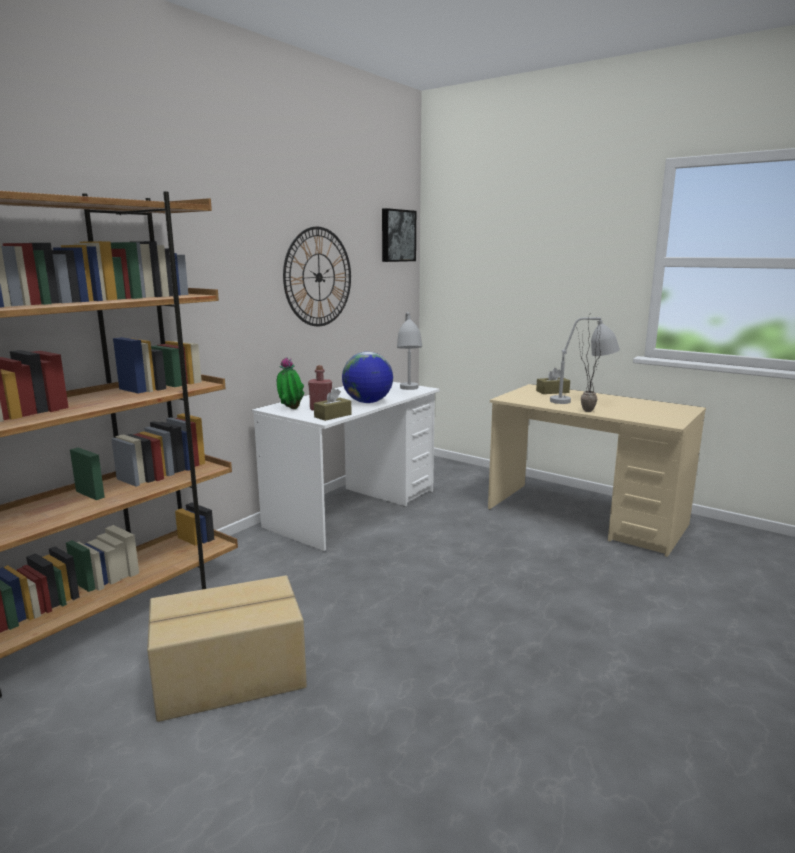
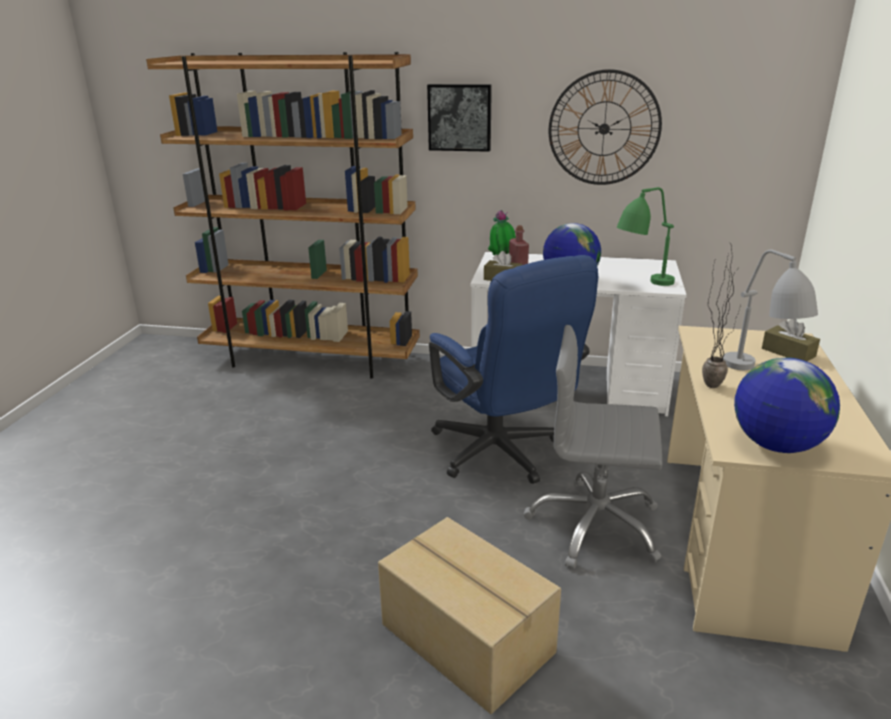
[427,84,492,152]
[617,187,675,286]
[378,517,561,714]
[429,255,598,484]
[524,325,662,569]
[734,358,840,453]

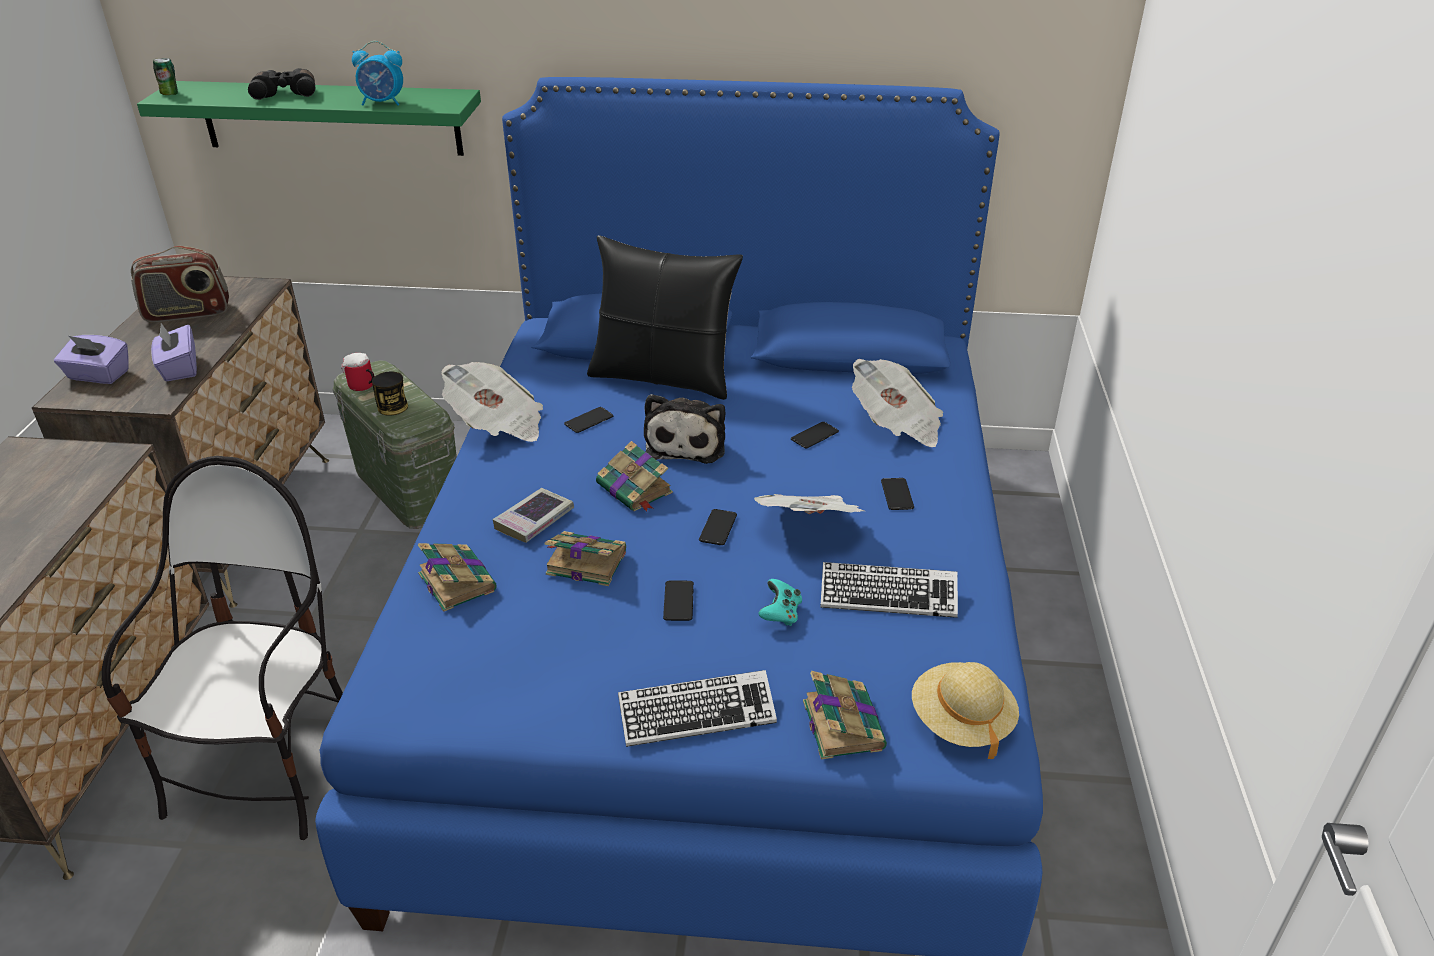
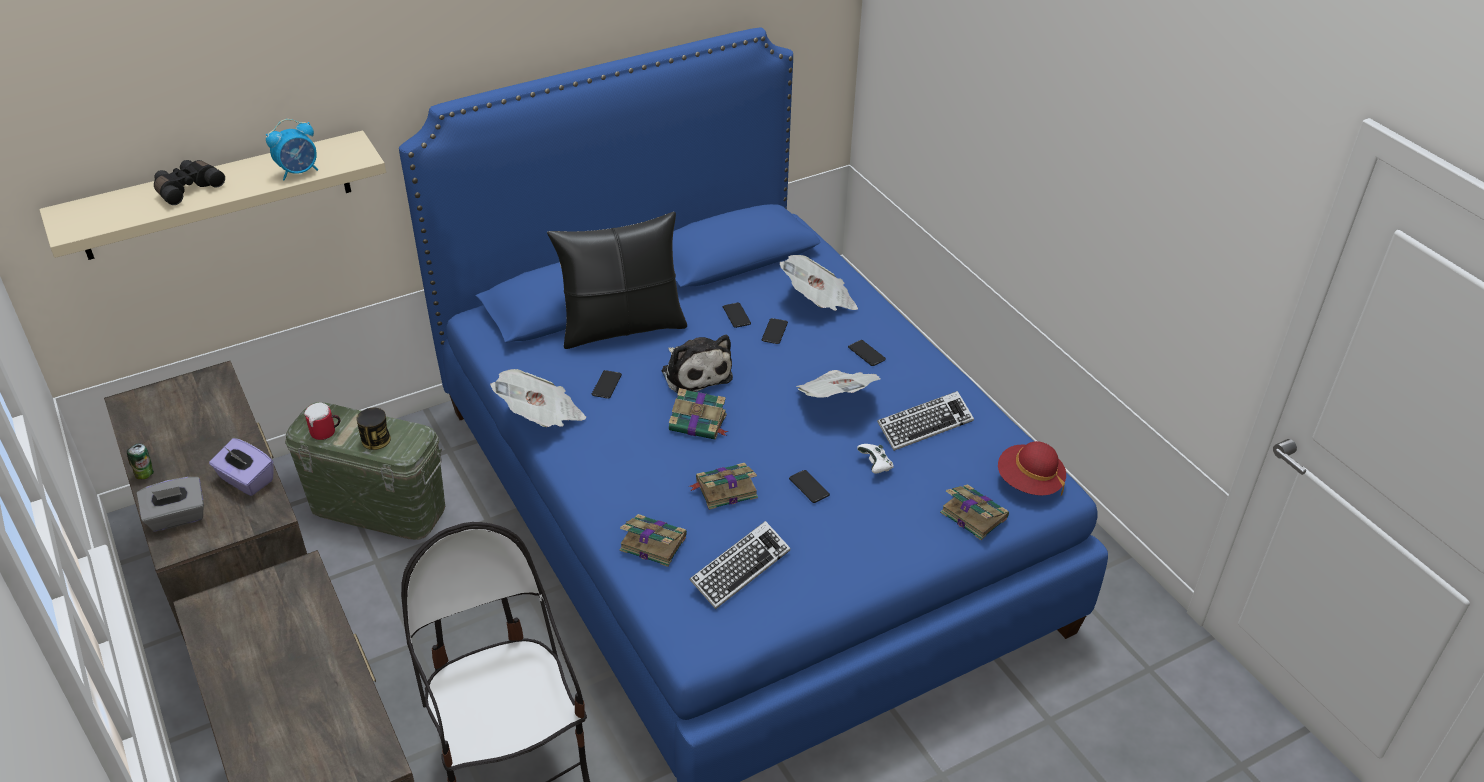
[127,443,154,479]
[39,130,386,260]
[131,246,229,322] (first image)
[137,477,204,532]
[492,488,574,543] (first image)
[723,303,751,328]
[857,444,894,473]
[998,441,1066,496]
[689,521,790,609]

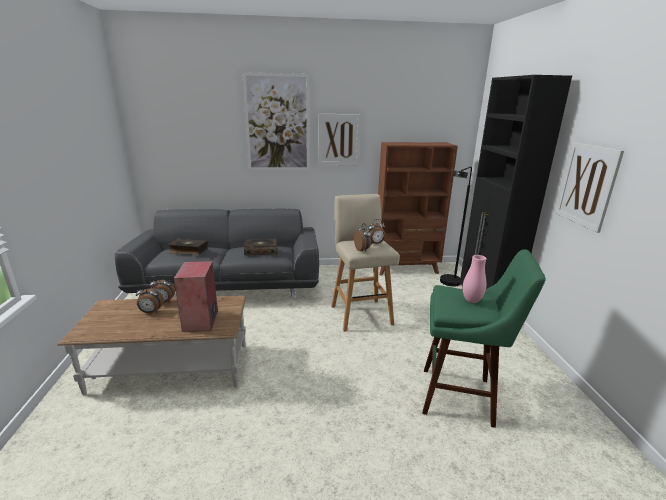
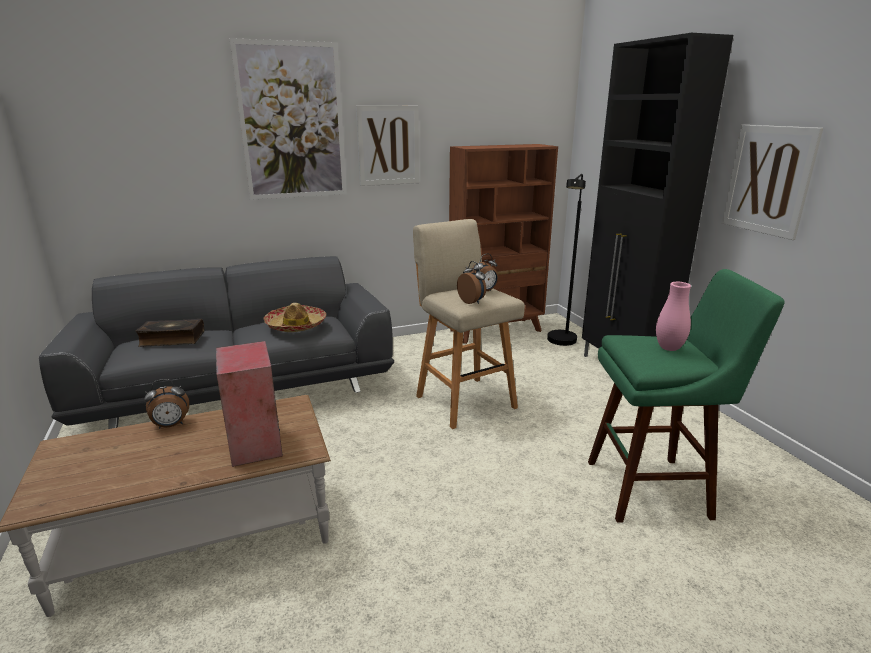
[263,303,326,332]
[136,284,164,313] (first image)

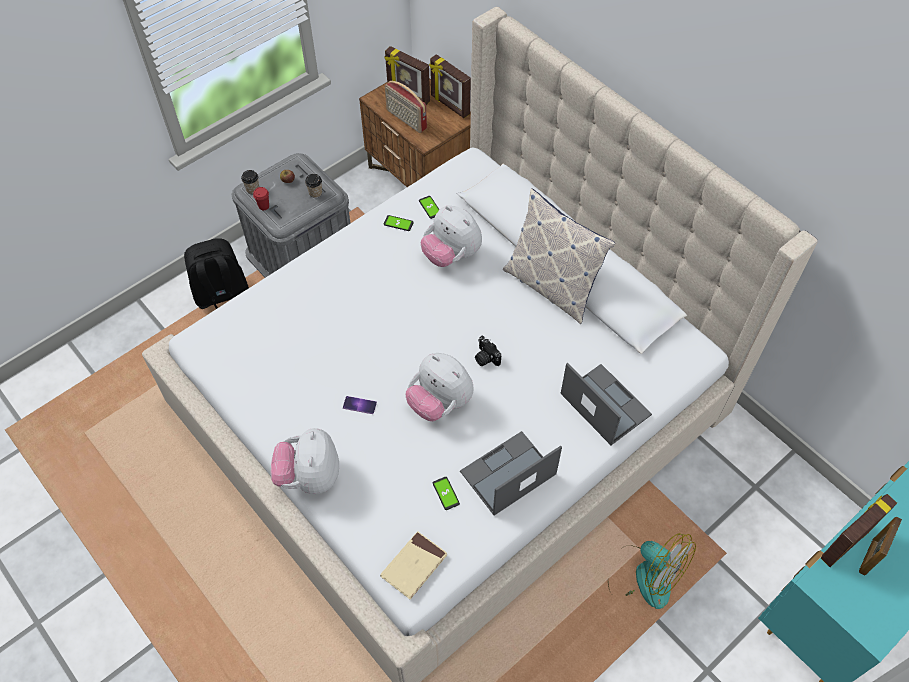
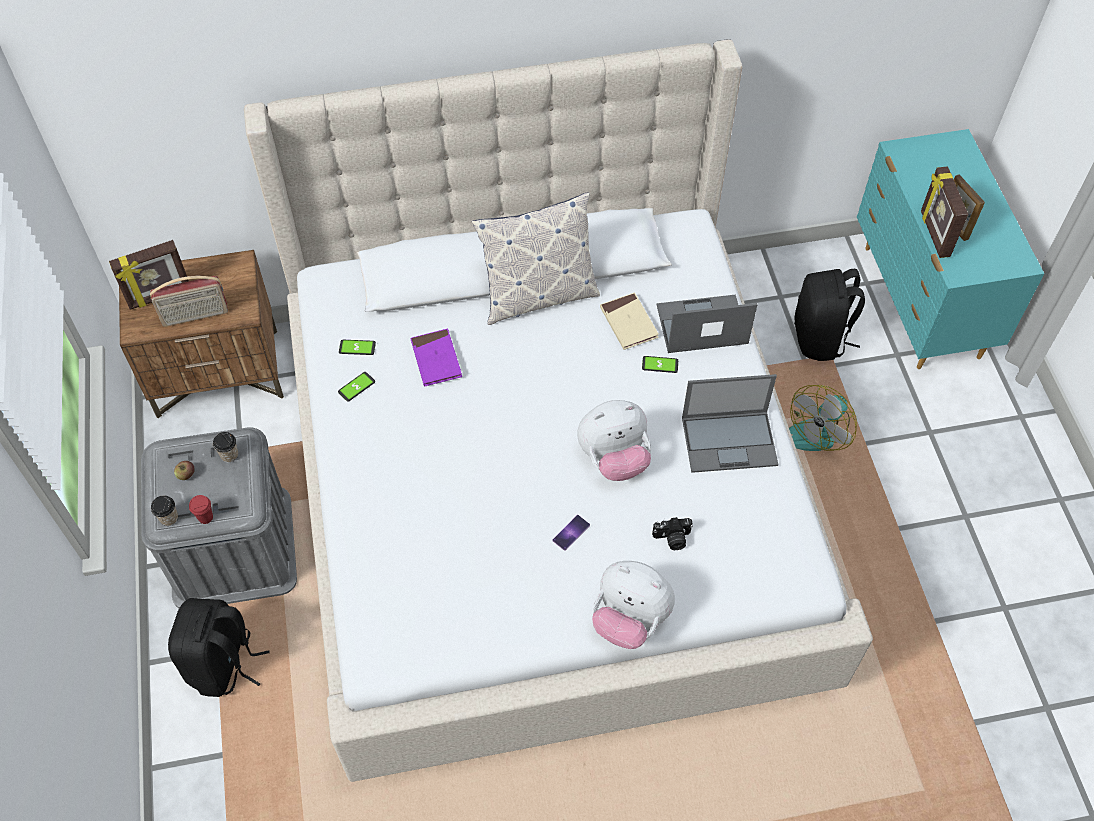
[429,54,471,118] (first image)
[411,328,462,386]
[652,517,693,550]
[682,374,778,473]
[642,356,678,373]
[600,293,659,350]
[789,385,857,451]
[794,269,865,361]

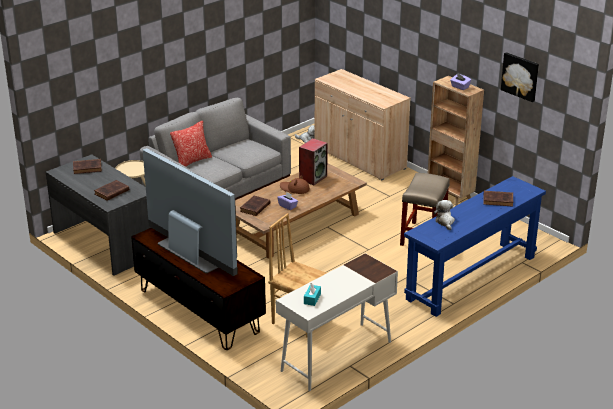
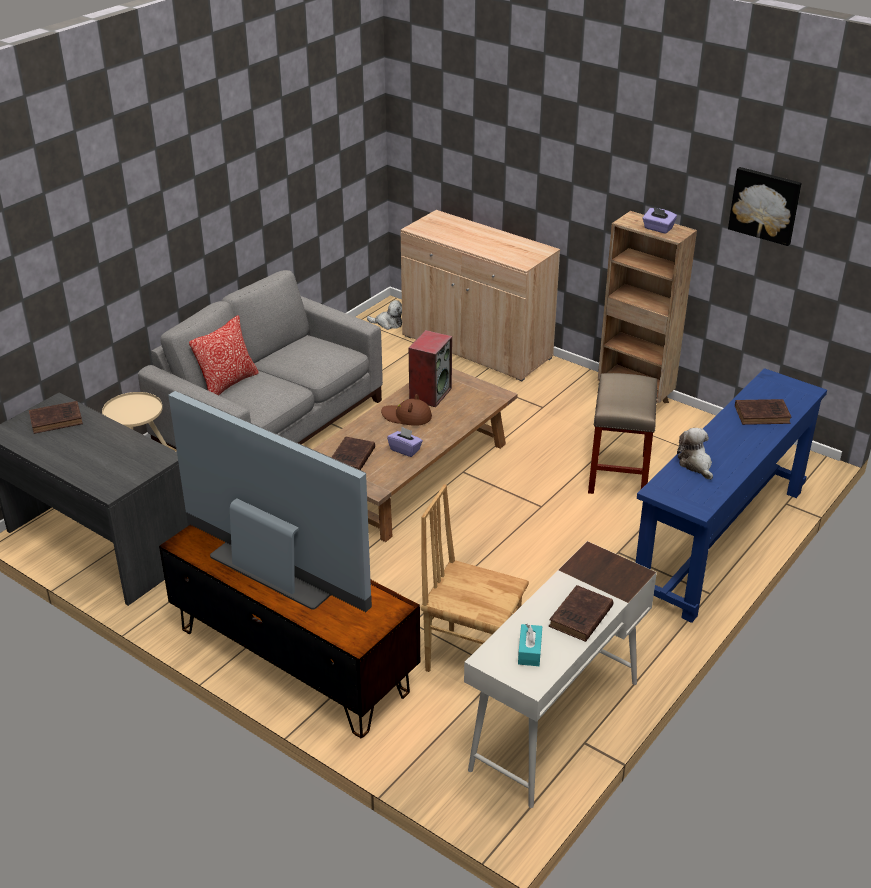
[549,585,613,642]

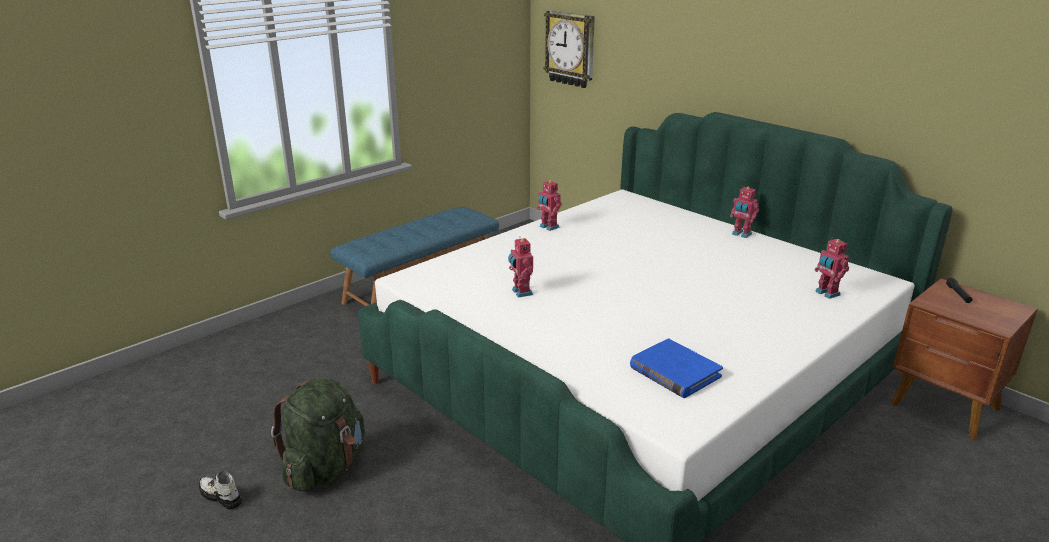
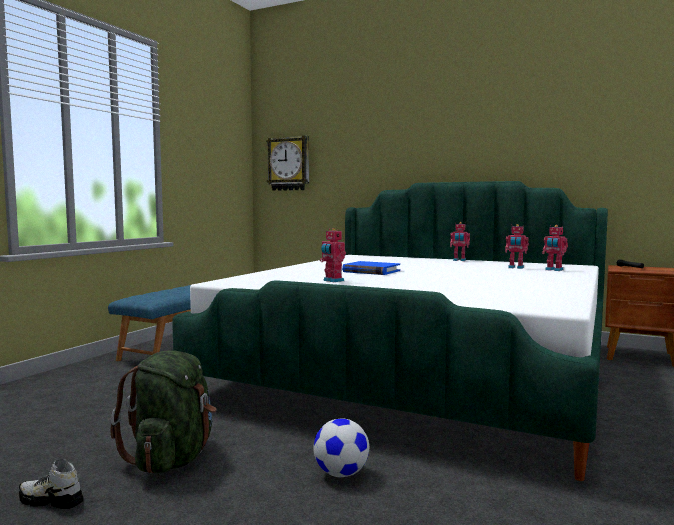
[505,224,529,269]
[342,261,400,275]
[313,418,369,477]

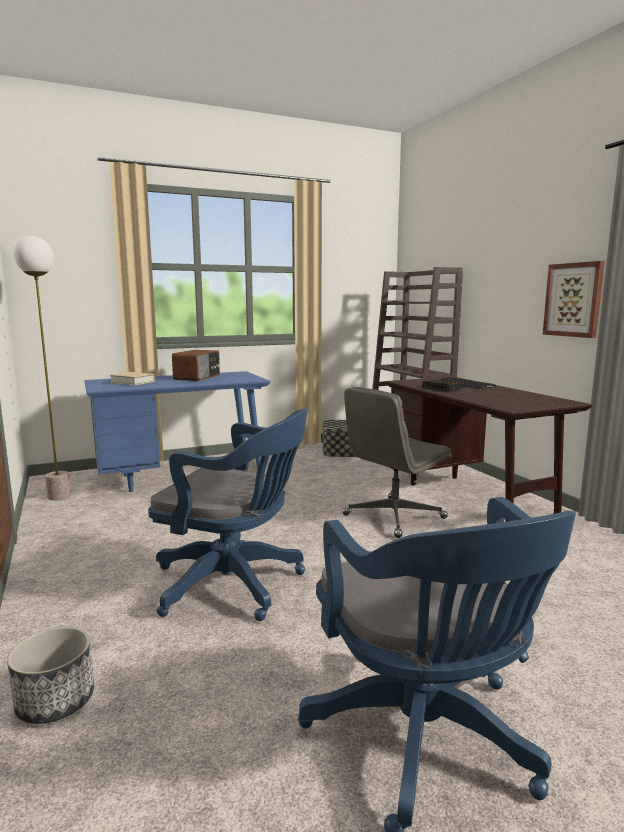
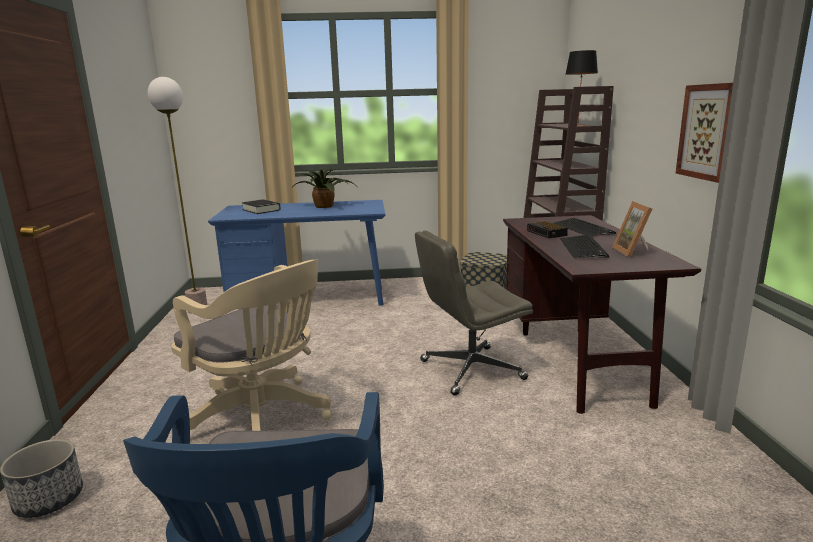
[295,169,355,208]
[242,199,281,214]
[171,260,331,431]
[566,50,598,126]
[613,201,652,257]
[560,235,609,258]

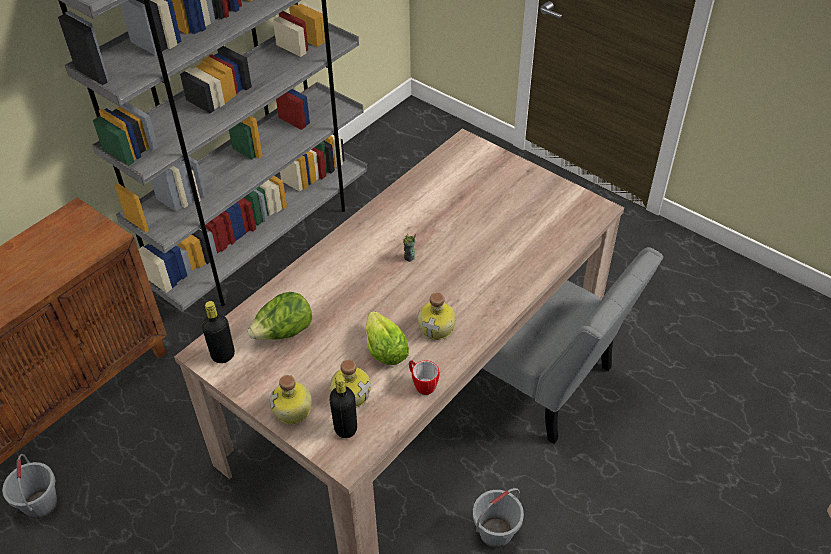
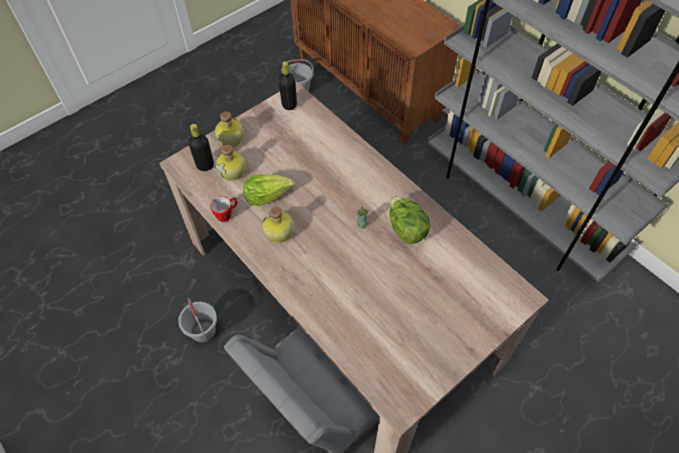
[389,196,430,244]

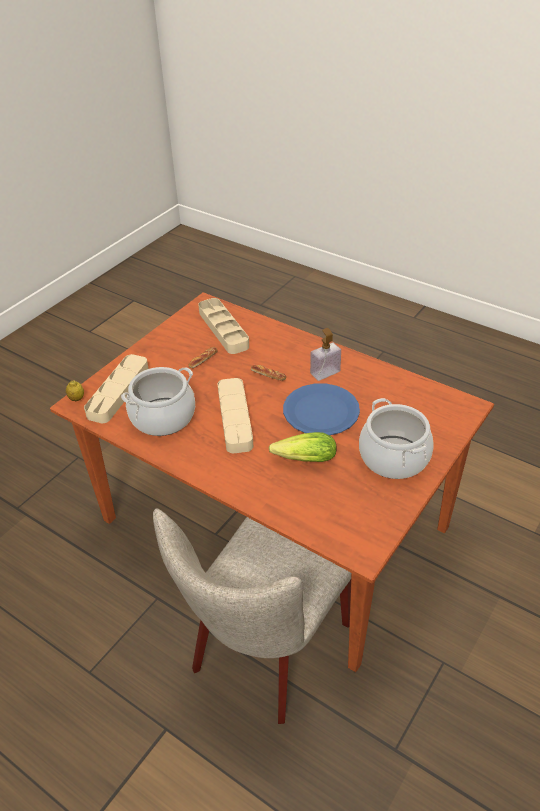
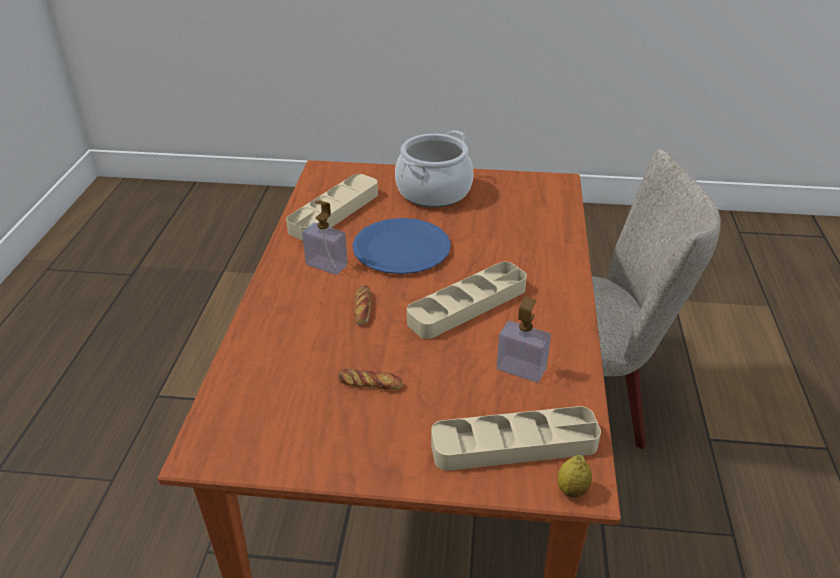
[286,174,378,241]
[497,297,551,383]
[269,432,336,462] (first image)

